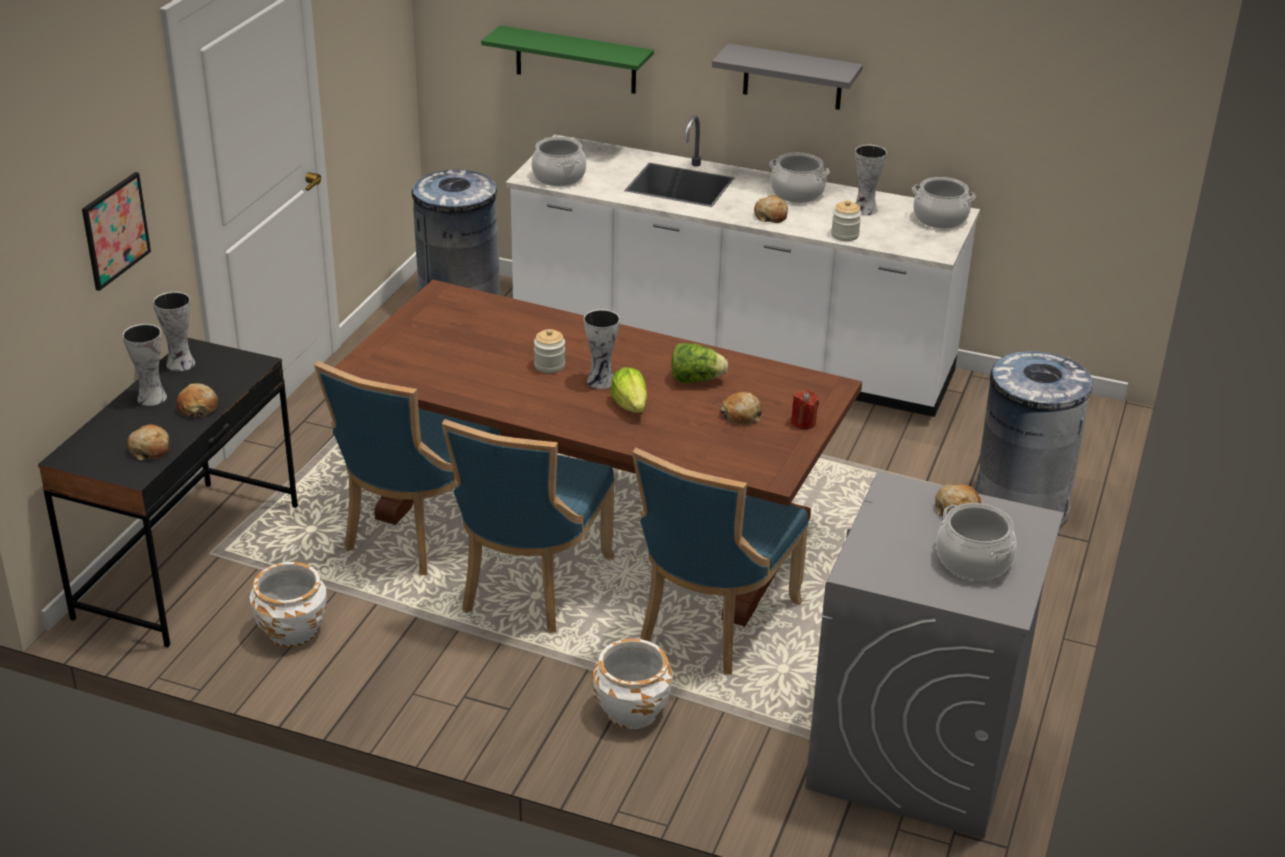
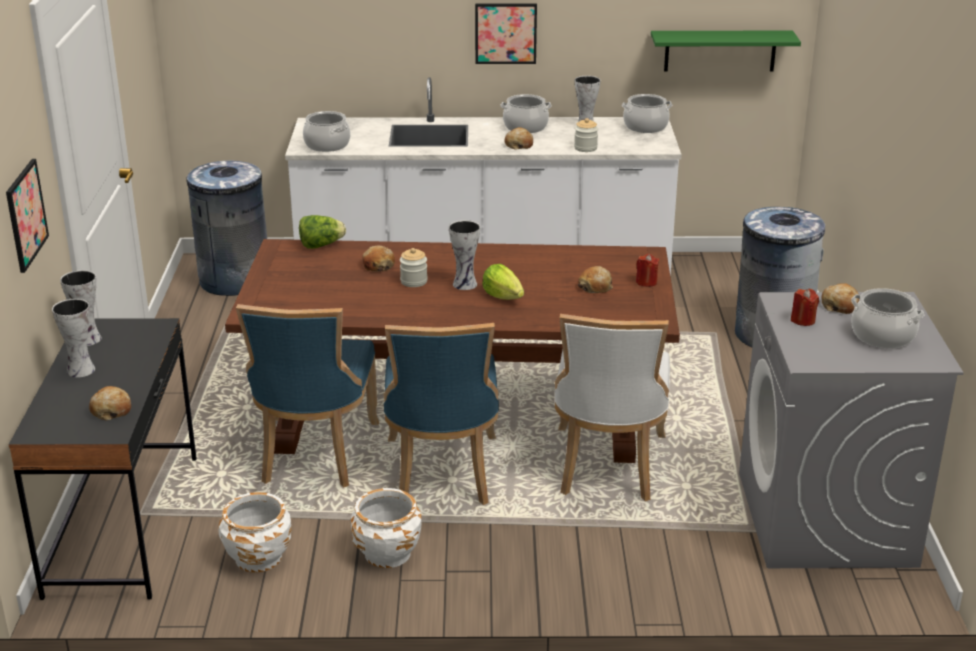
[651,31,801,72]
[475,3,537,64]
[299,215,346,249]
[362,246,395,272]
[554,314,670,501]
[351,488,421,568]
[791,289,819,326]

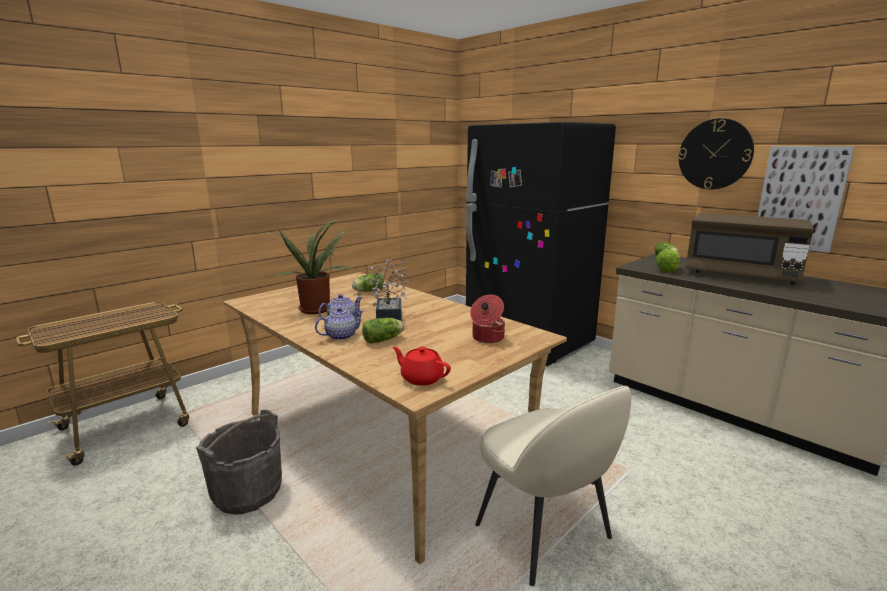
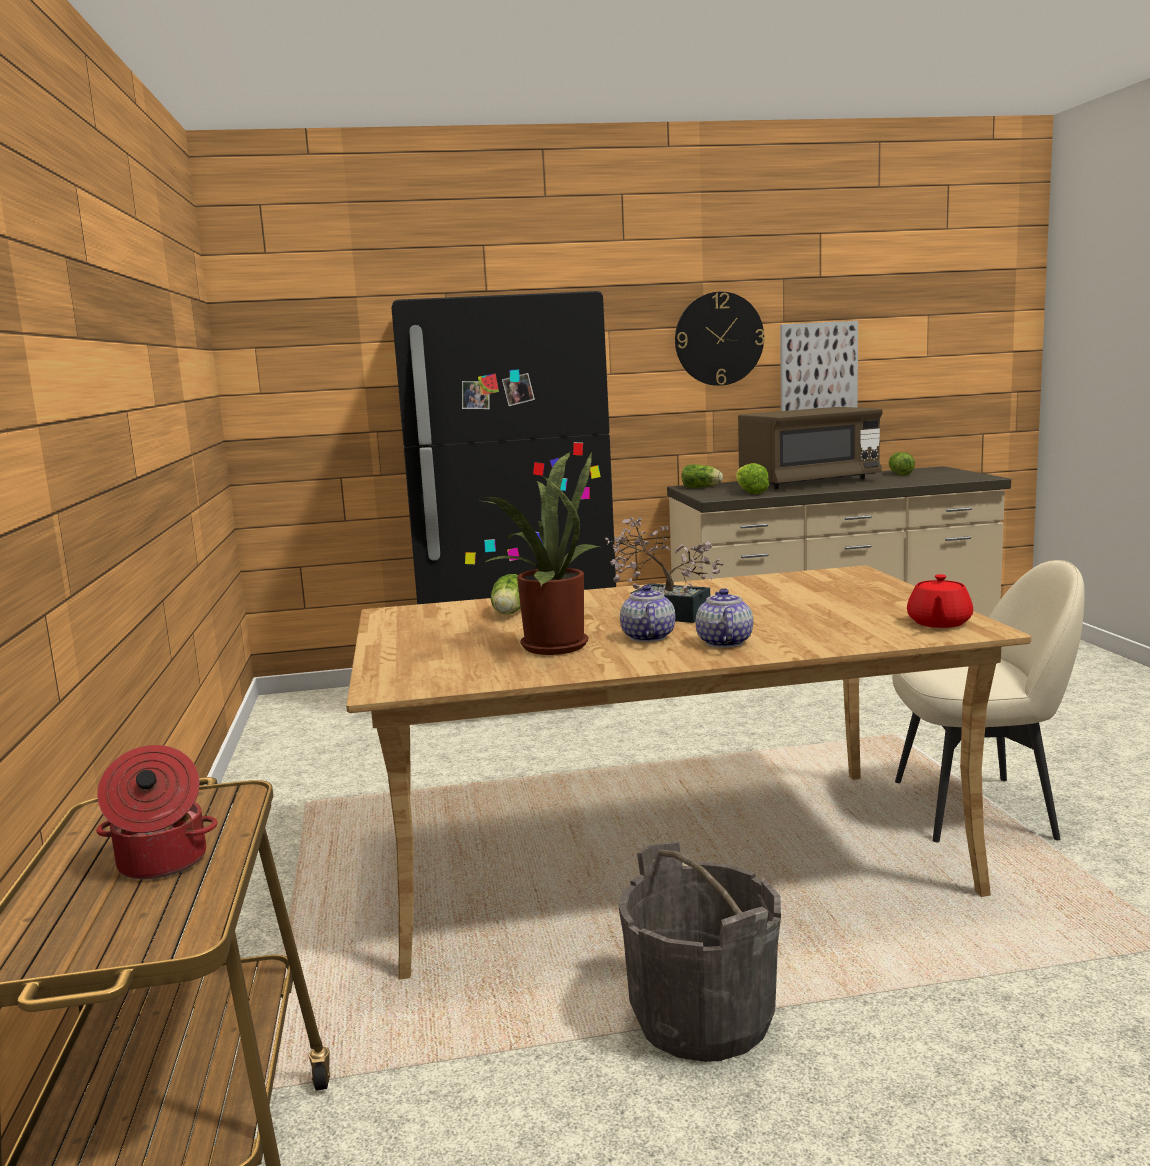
[96,745,218,880]
[889,452,915,476]
[907,574,973,628]

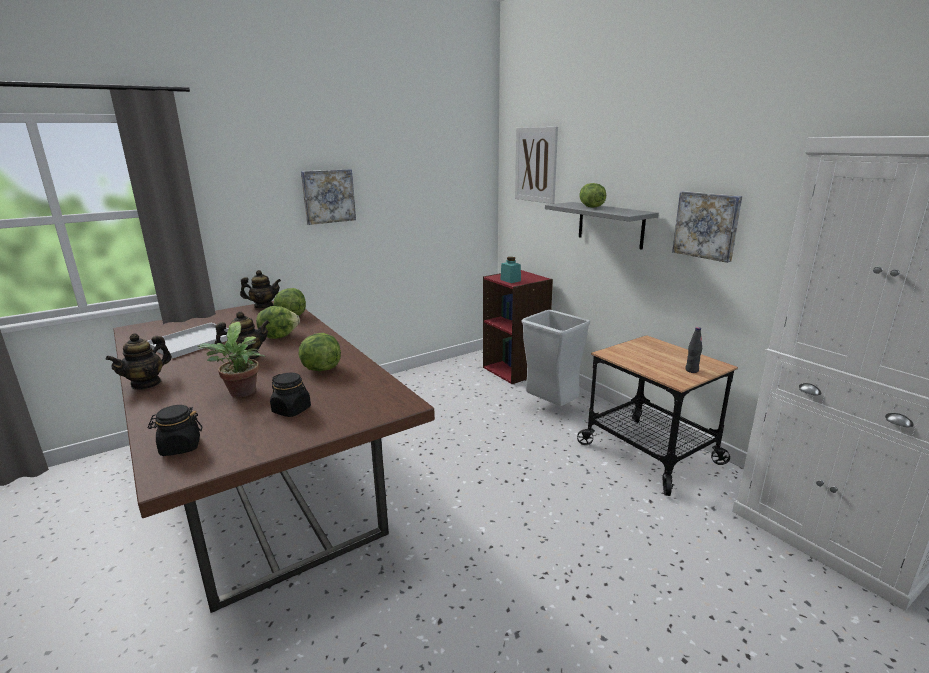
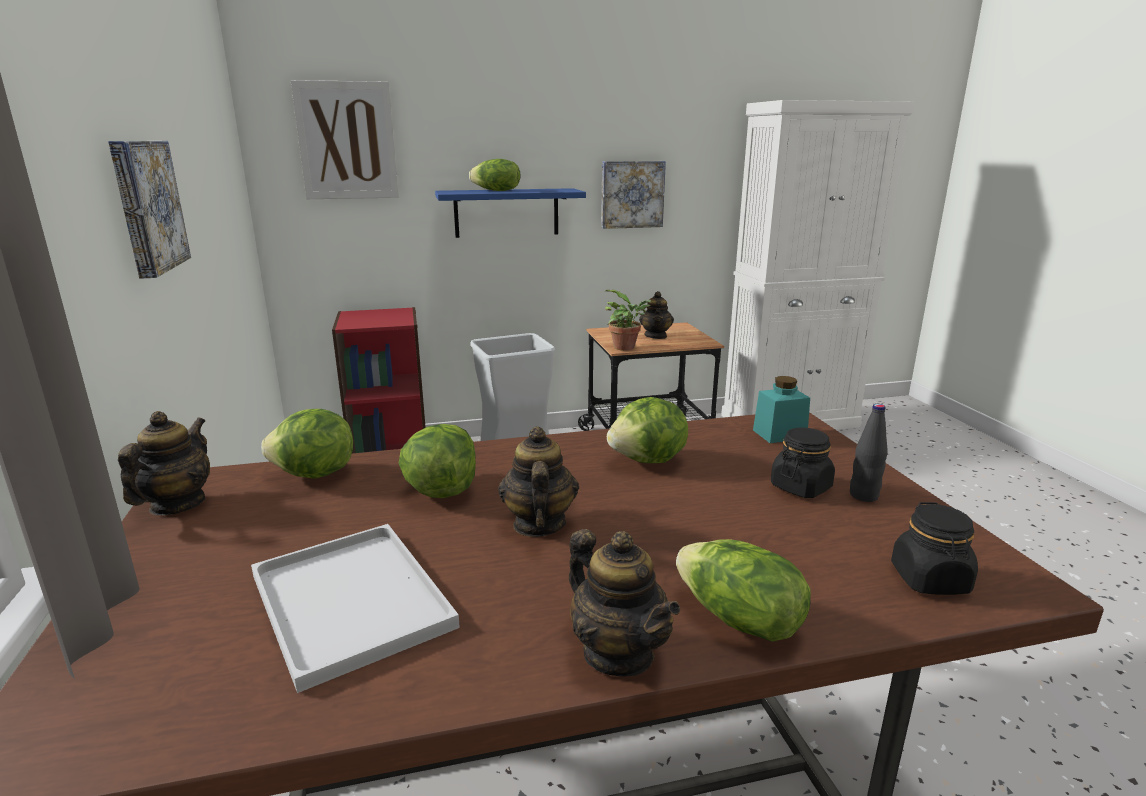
[435,188,586,238]
[753,376,810,443]
[605,290,651,351]
[850,404,888,502]
[639,291,674,339]
[676,539,811,642]

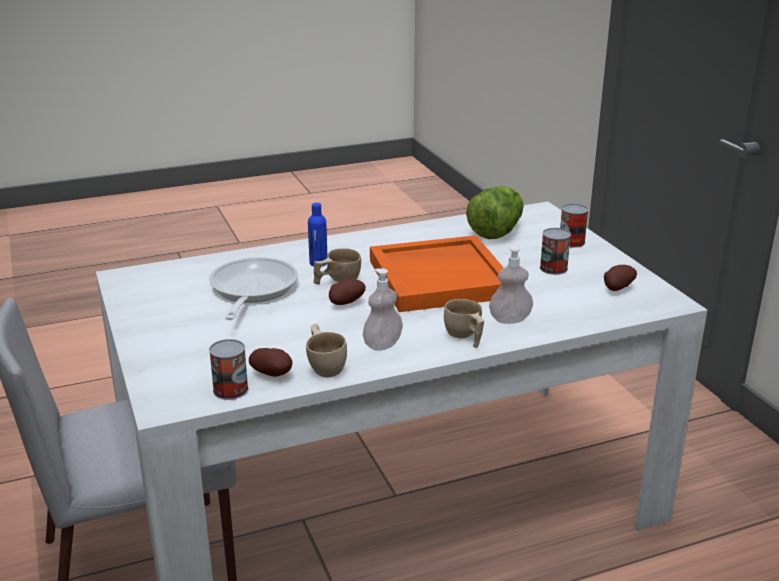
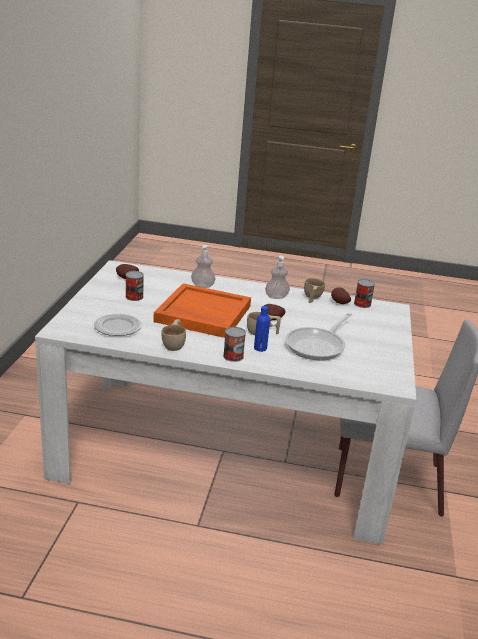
[94,313,142,336]
[223,327,246,362]
[161,319,186,351]

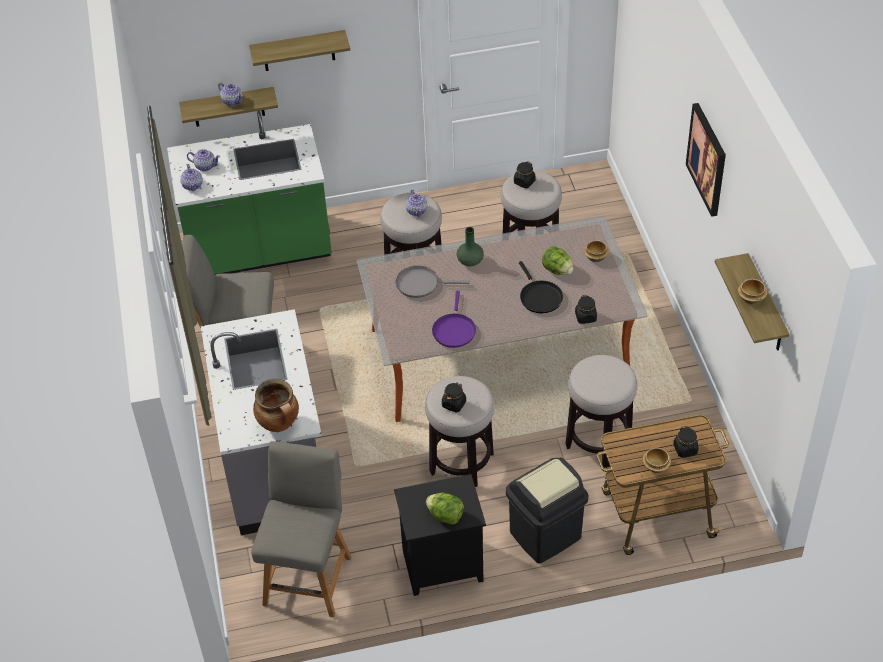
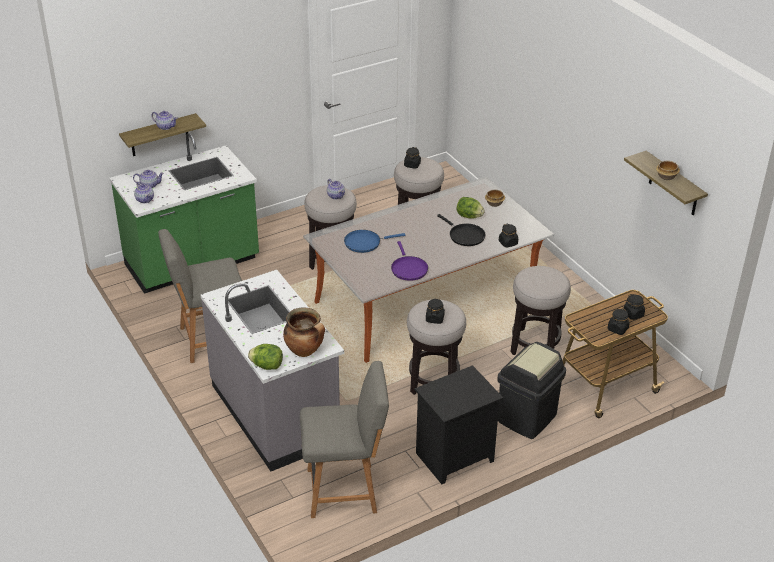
[249,30,350,71] (first image)
[686,103,726,217] (first image)
[457,227,484,266] (first image)
[344,230,406,253]
[300,361,389,518]
[608,308,630,335]
[248,344,283,370]

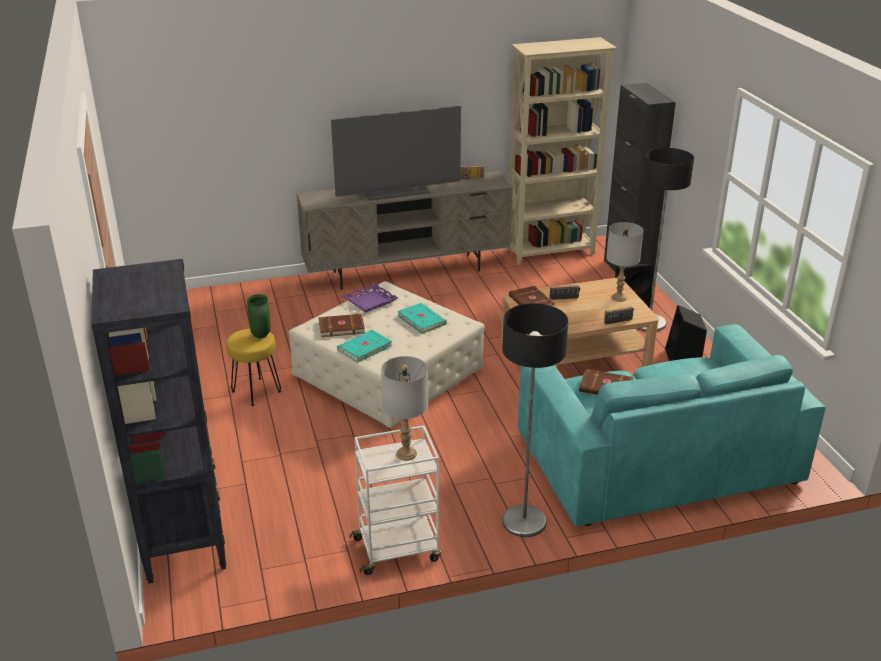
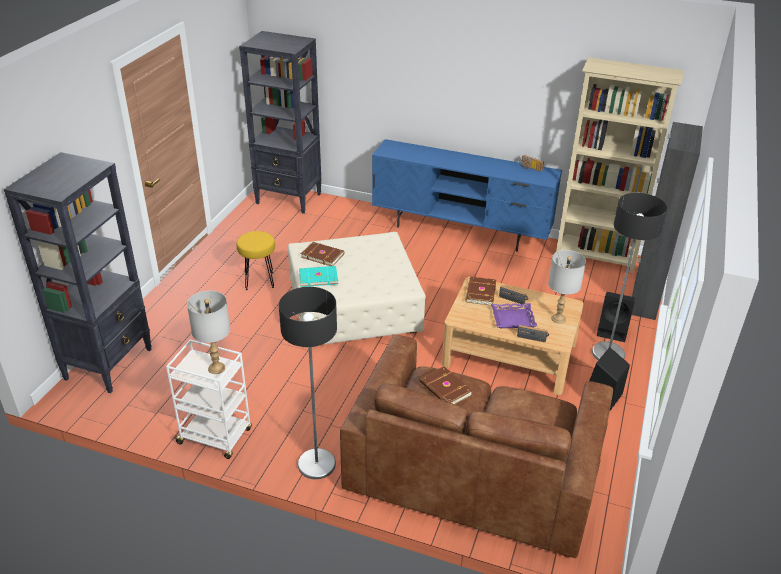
[331,106,461,201] (first image)
[372,139,562,252]
[491,303,537,328]
[247,294,271,338] (first image)
[397,303,447,334] (first image)
[340,335,613,558]
[239,31,321,214]

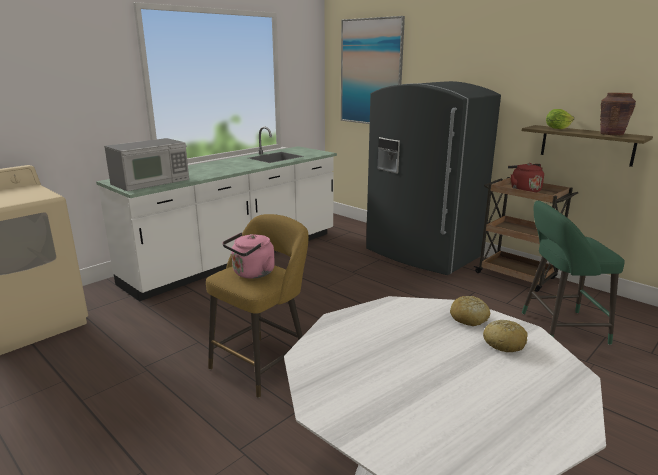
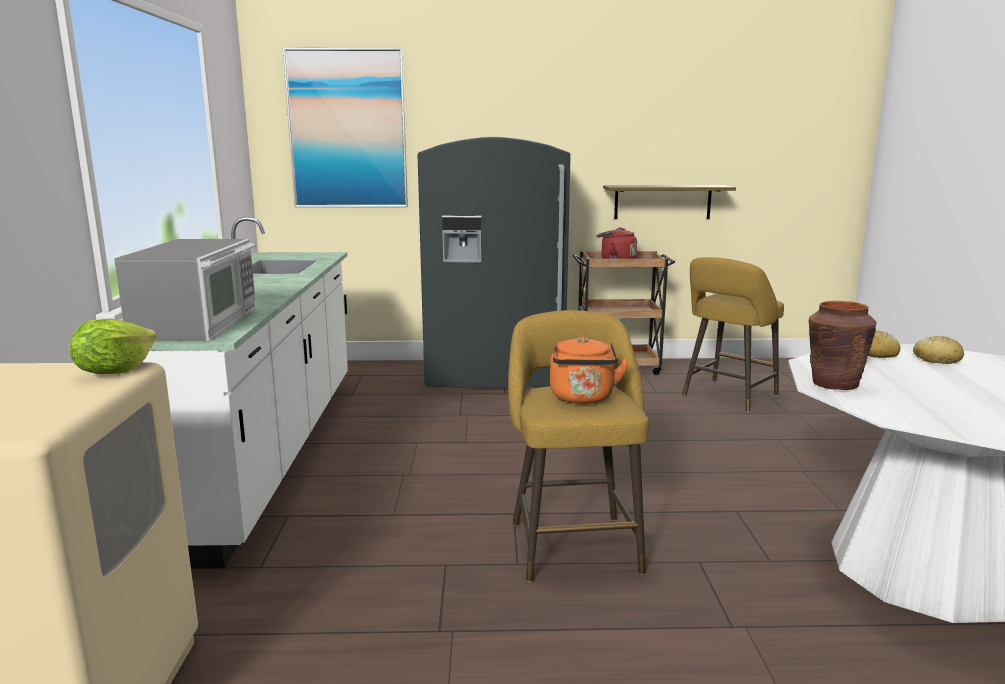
[808,301,876,390]
[70,319,157,374]
[682,257,784,412]
[550,336,629,404]

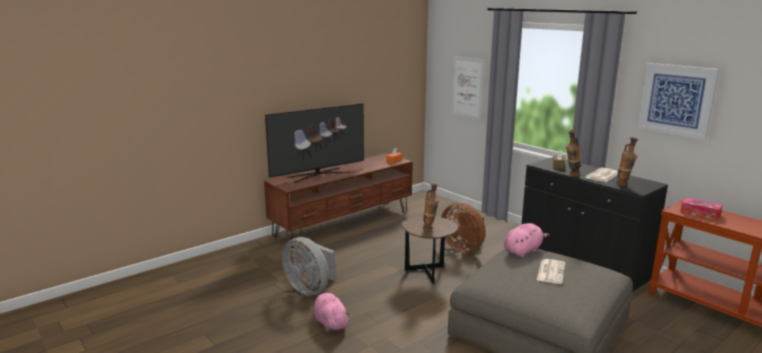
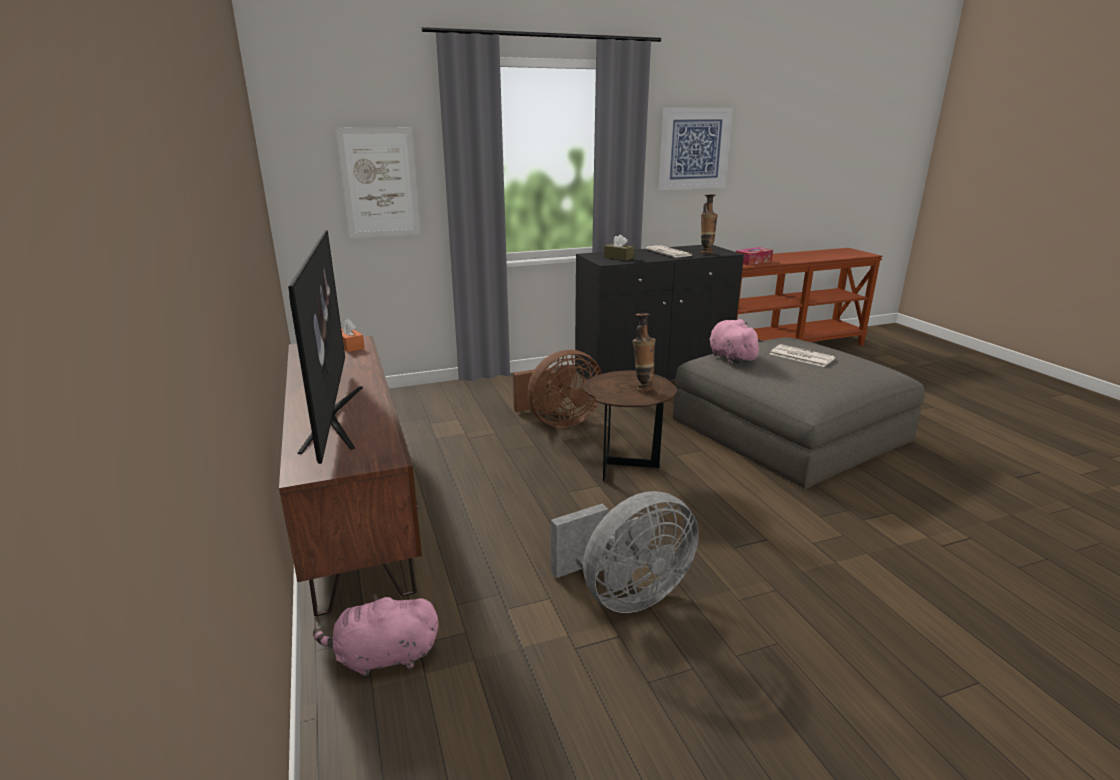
[566,130,580,176] (first image)
[313,594,439,677]

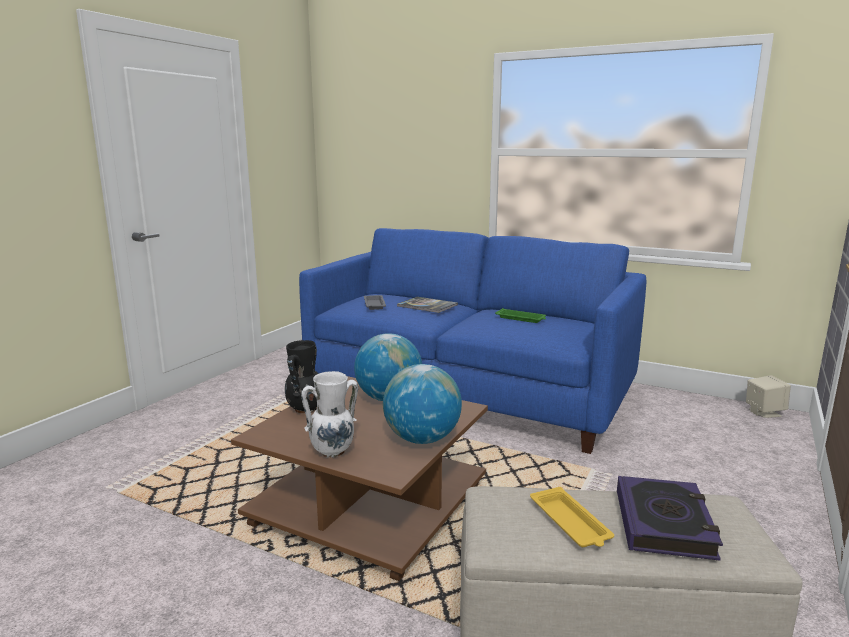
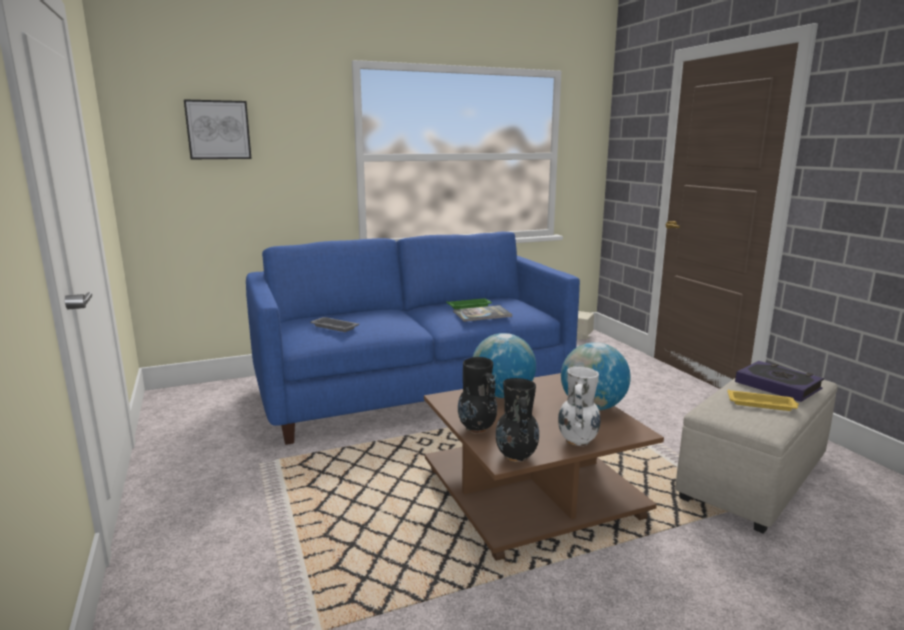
[453,305,513,322]
[184,99,252,159]
[496,378,539,462]

